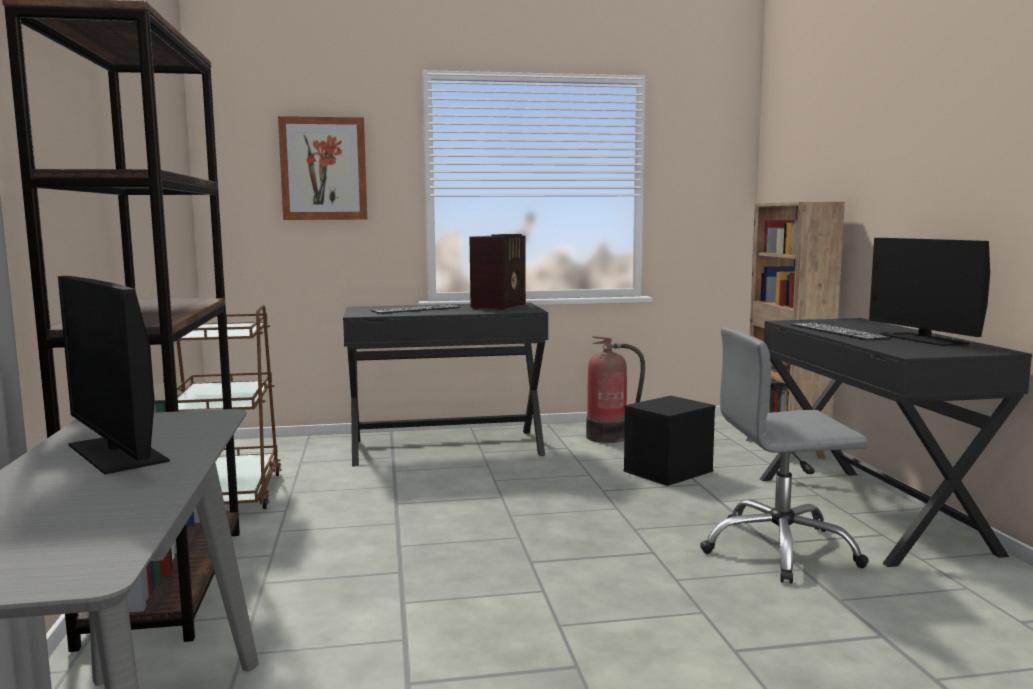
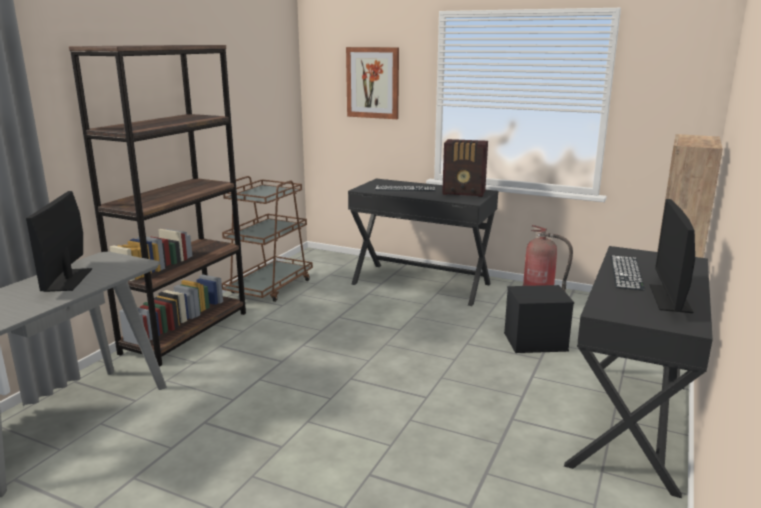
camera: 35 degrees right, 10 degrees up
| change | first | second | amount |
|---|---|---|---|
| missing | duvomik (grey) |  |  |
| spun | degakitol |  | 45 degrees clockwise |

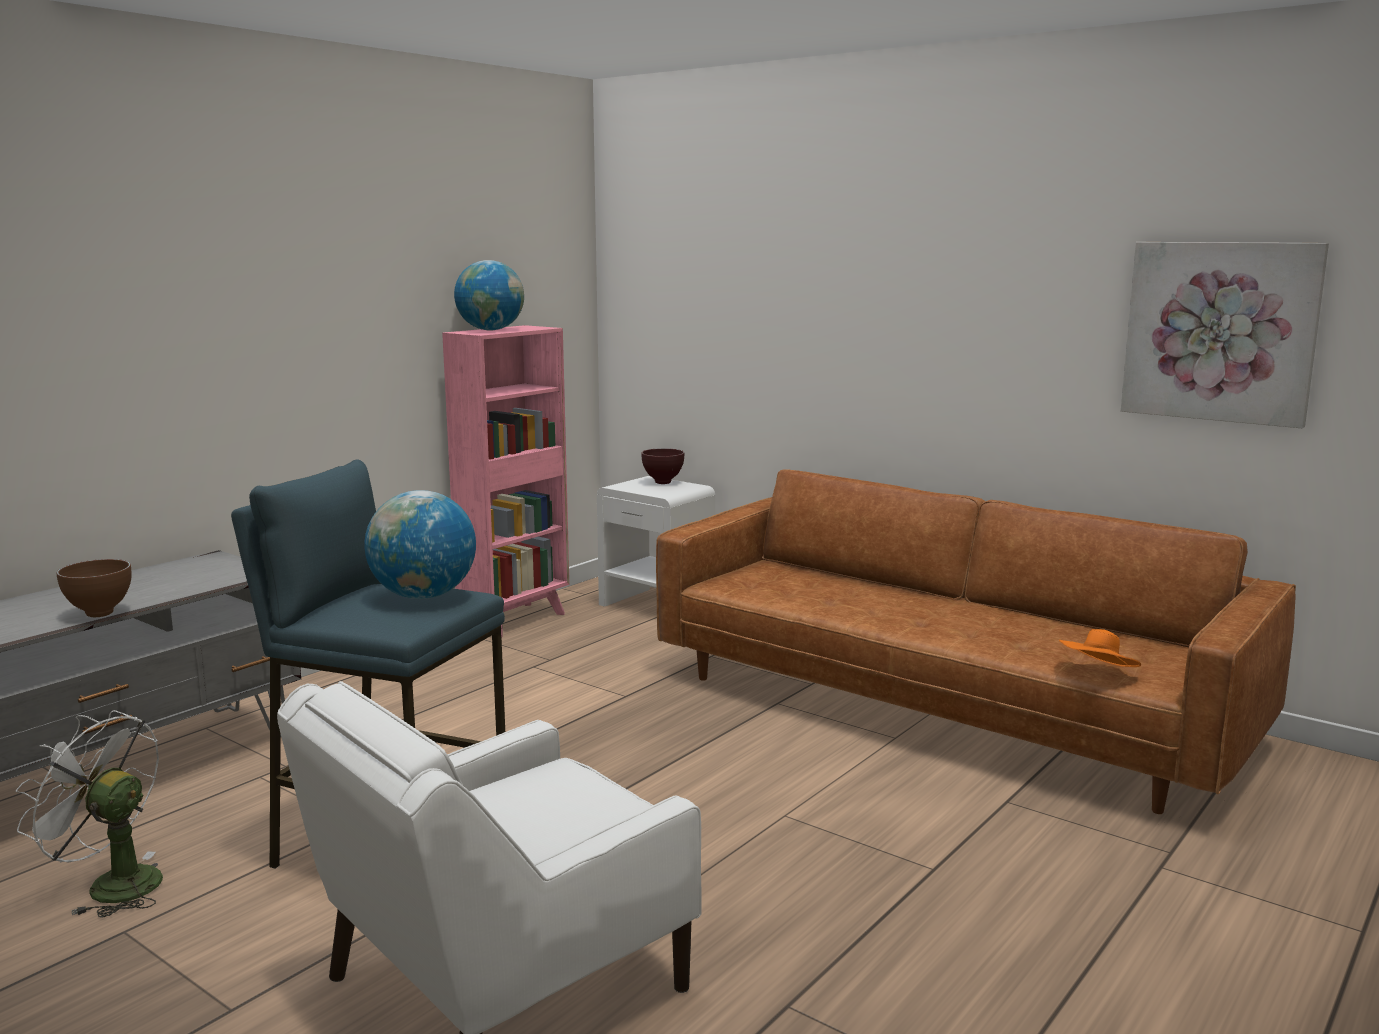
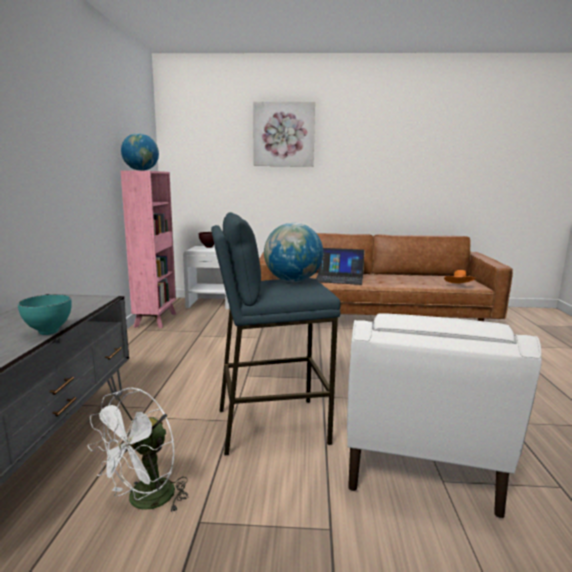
camera: 35 degrees left, 0 degrees up
| change | first | second | amount |
|---|---|---|---|
| appeared |  | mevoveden |  |
| relocated | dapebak |  |  |
| colour | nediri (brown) (no. 1 from left) | nediri (turquoise) |  |
| spun | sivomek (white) |  | 45 degrees counterclockwise |

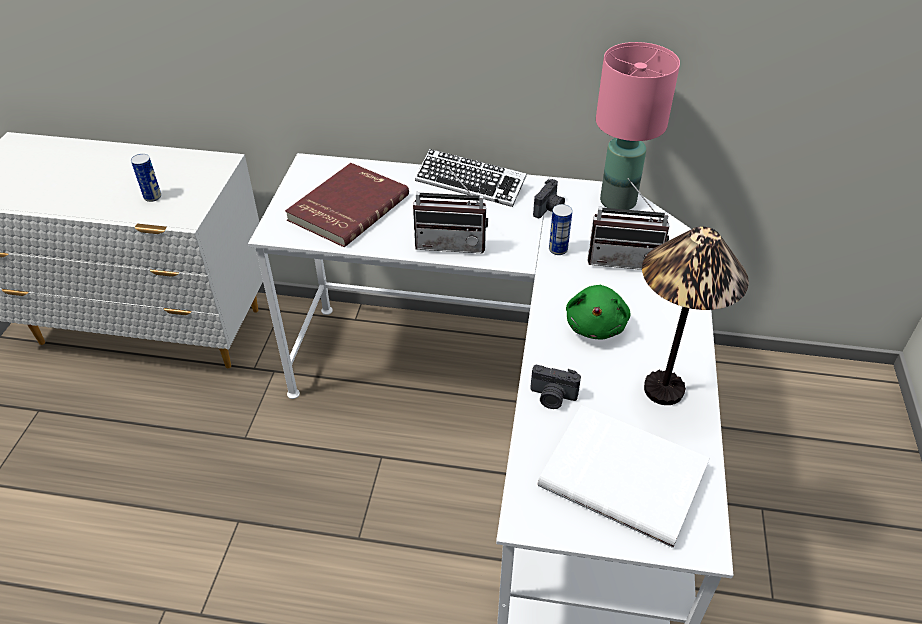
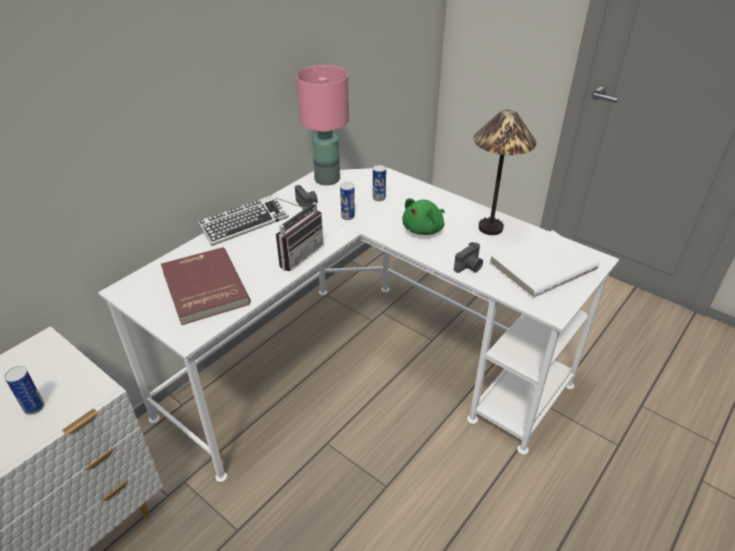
camera: 60 degrees left, 5 degrees down
| change | first | second | amount |
|---|---|---|---|
| exchanged | degakitol (no. 2 from left) | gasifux (no. 3 from left) |  |
| spun | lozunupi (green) |  | 90 degrees clockwise |

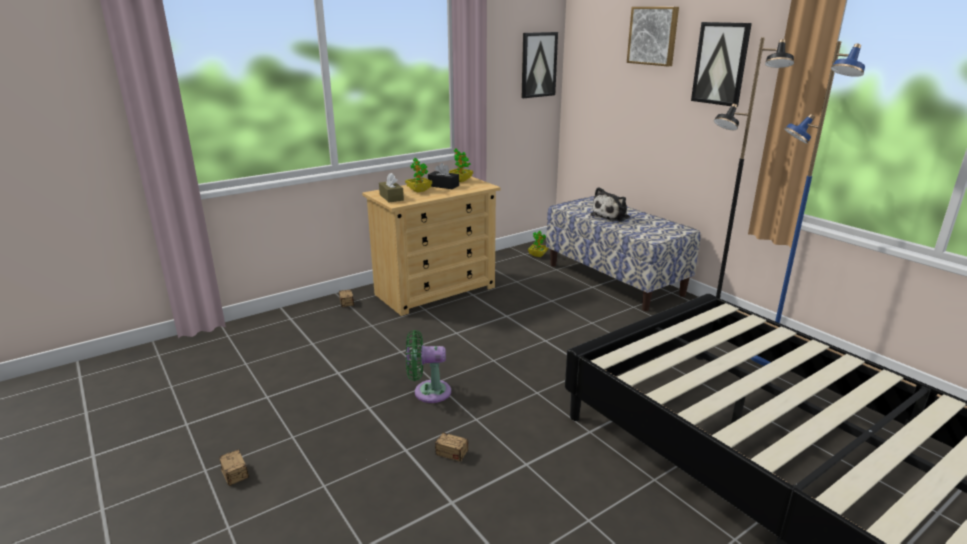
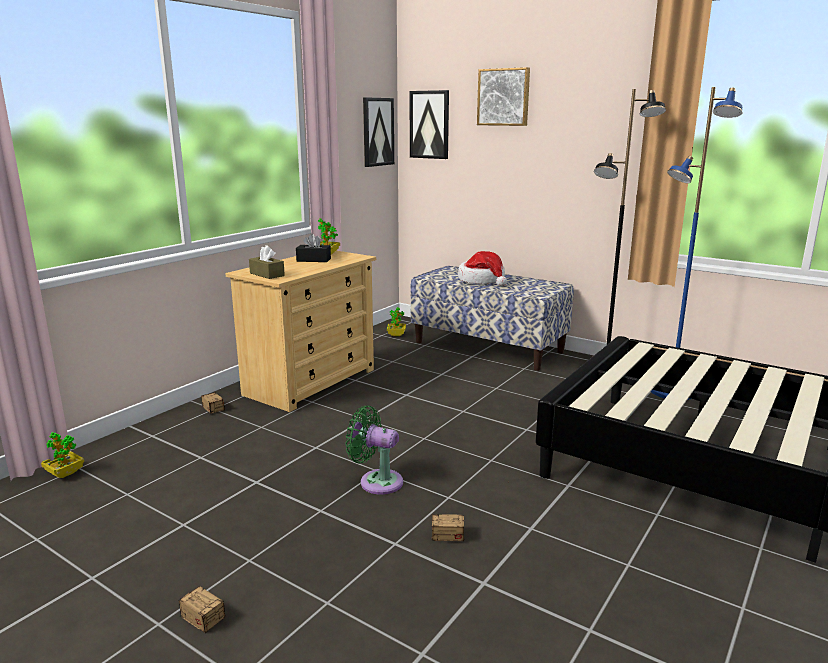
camera: 20 degrees left, 5 degrees down
| change | first | second | amount |
|---|---|---|---|
| relocated | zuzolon (no. 1 from left) |  |  |
| relocated | dapebak (no. 3 from left in the first image) | dapebak (no. 2 from left) |  |
| exchanged | lozunupi | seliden |  |
| spun | sivomek (green) |  | 45 degrees clockwise |

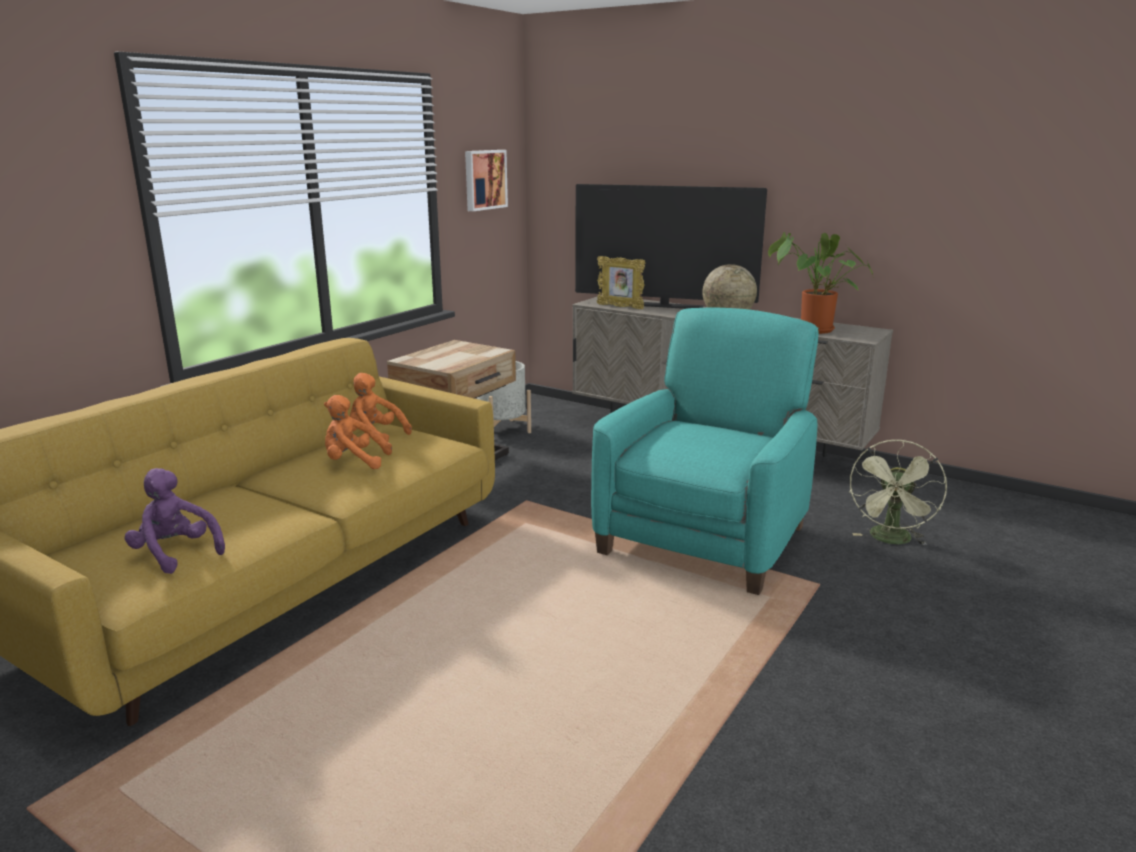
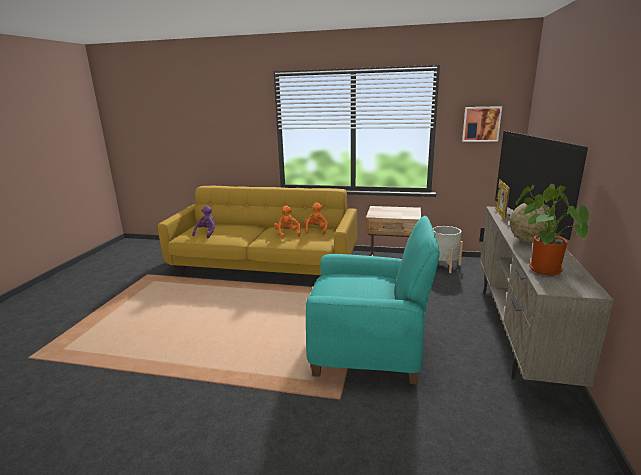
camera: 70 degrees right, 0 degrees up
| change | first | second | amount |
|---|---|---|---|
| missing | sivomek (green) |  |  |

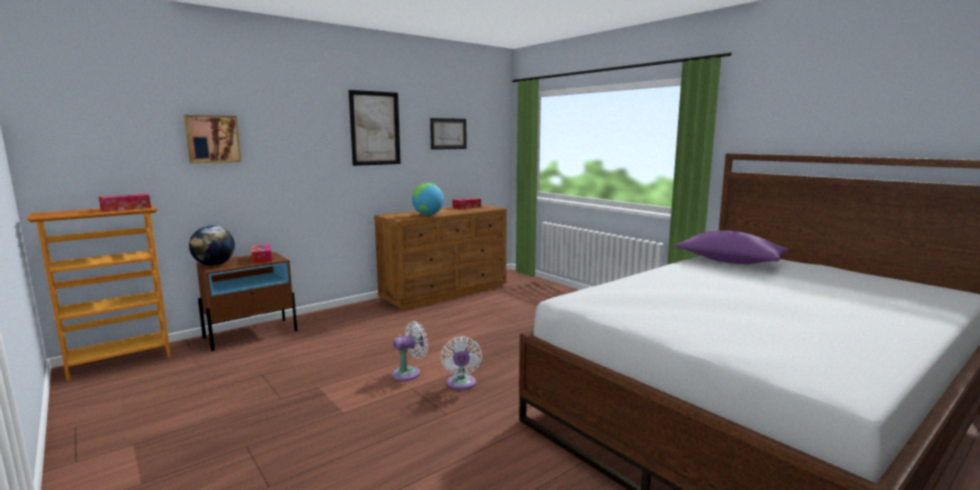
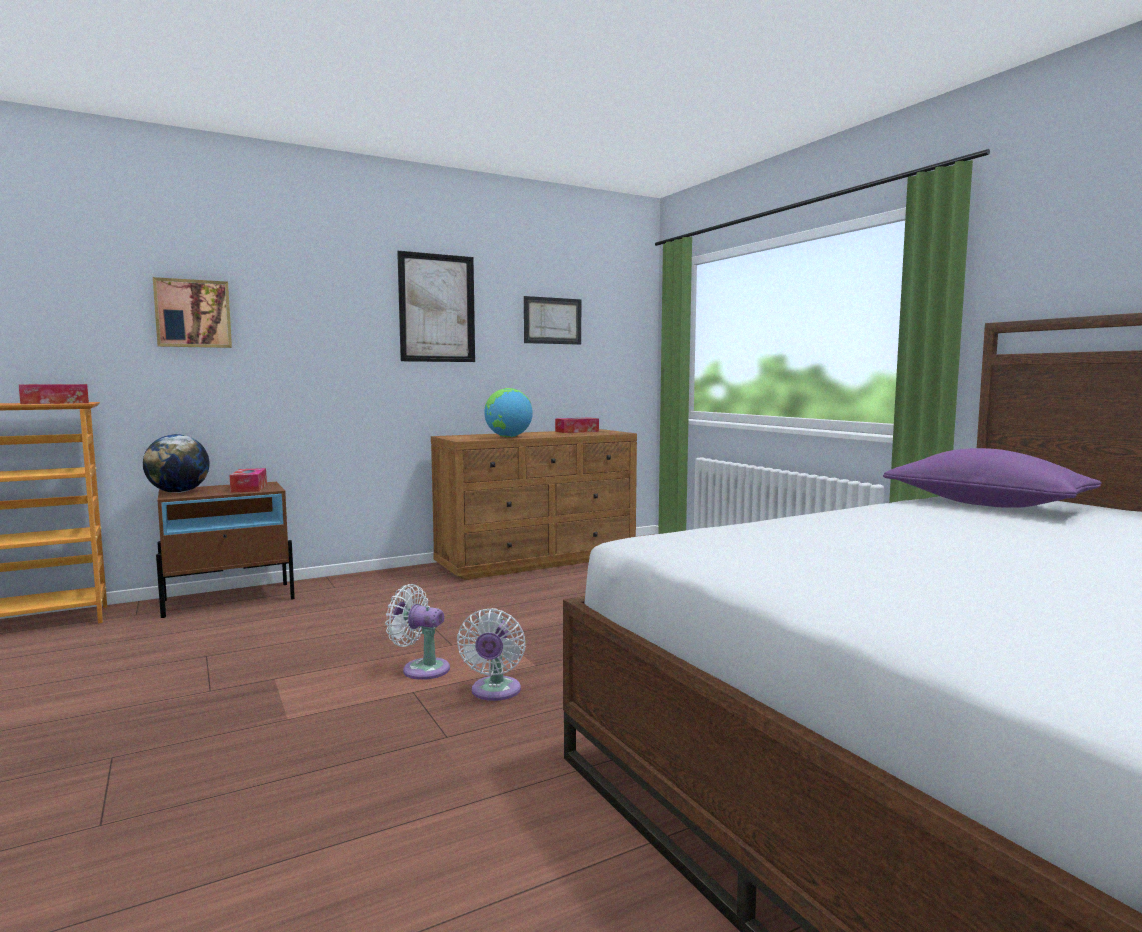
camera: 10 degrees right, 5 degrees down
| change | first | second | amount |
|---|---|---|---|
| spun | sivomek (white) (no. 1 from left) |  | 135 degrees counterclockwise |

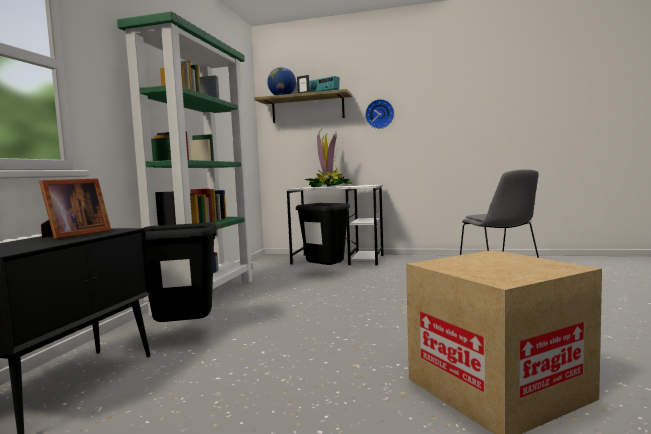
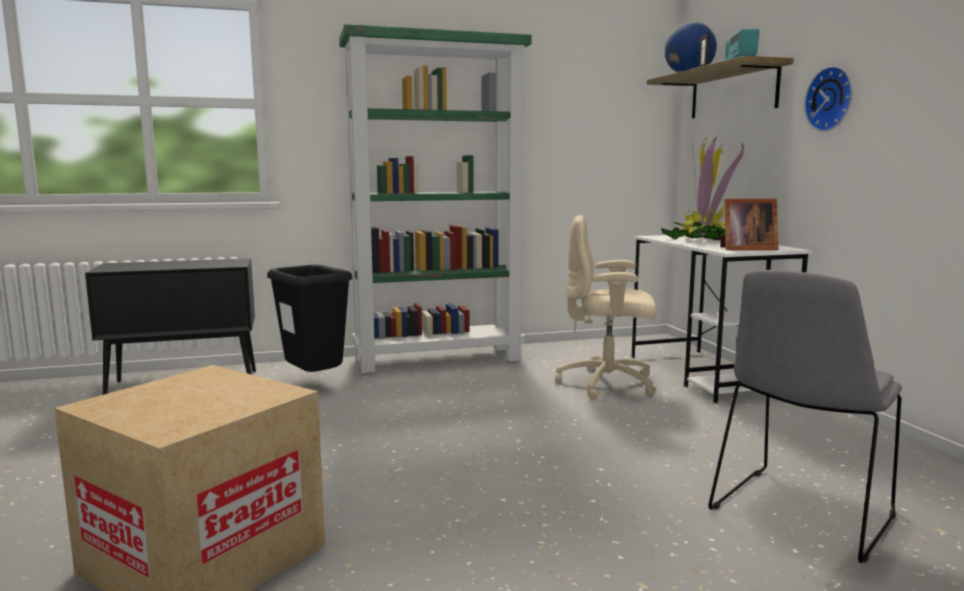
camera: 60 degrees right, 5 degrees up
| change | first | second | amount |
|---|---|---|---|
| relocated | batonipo (no. 1 from left in the first image) | batonipo (no. 2 from left) |  |
| exchanged | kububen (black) (no. 2 from left) | duvomik (beige) |  |

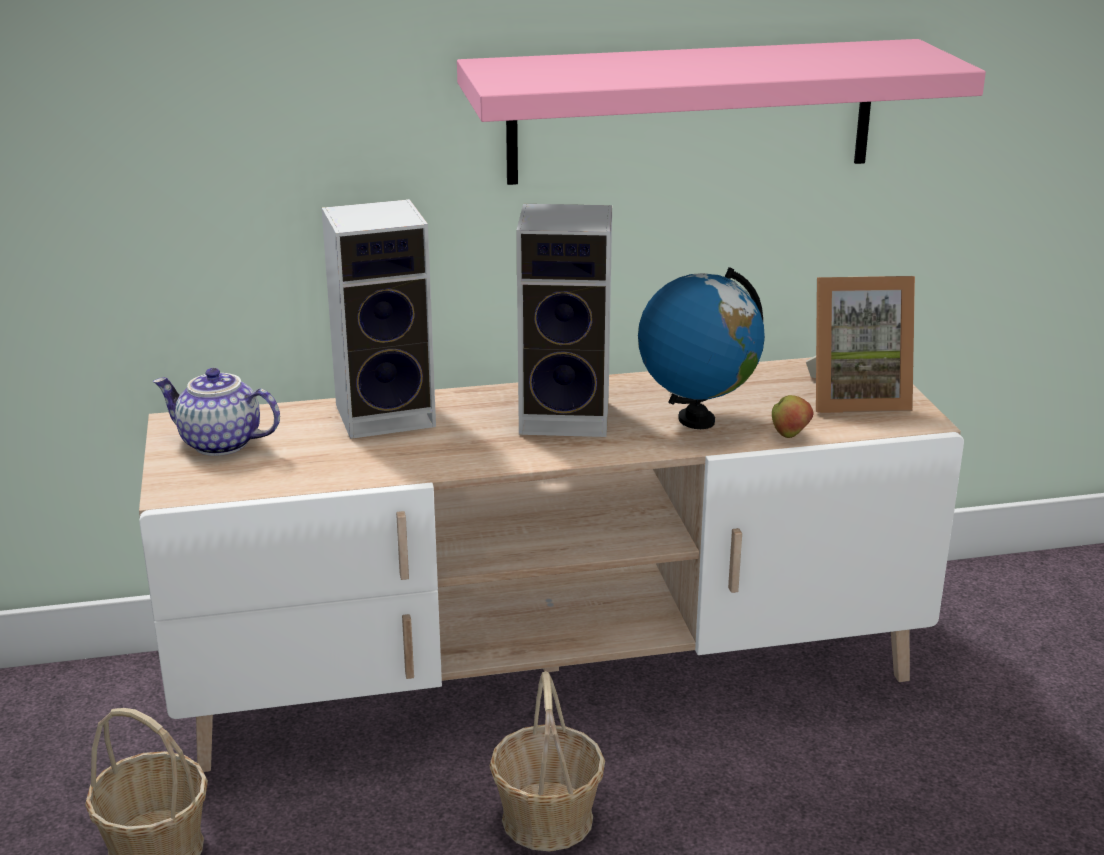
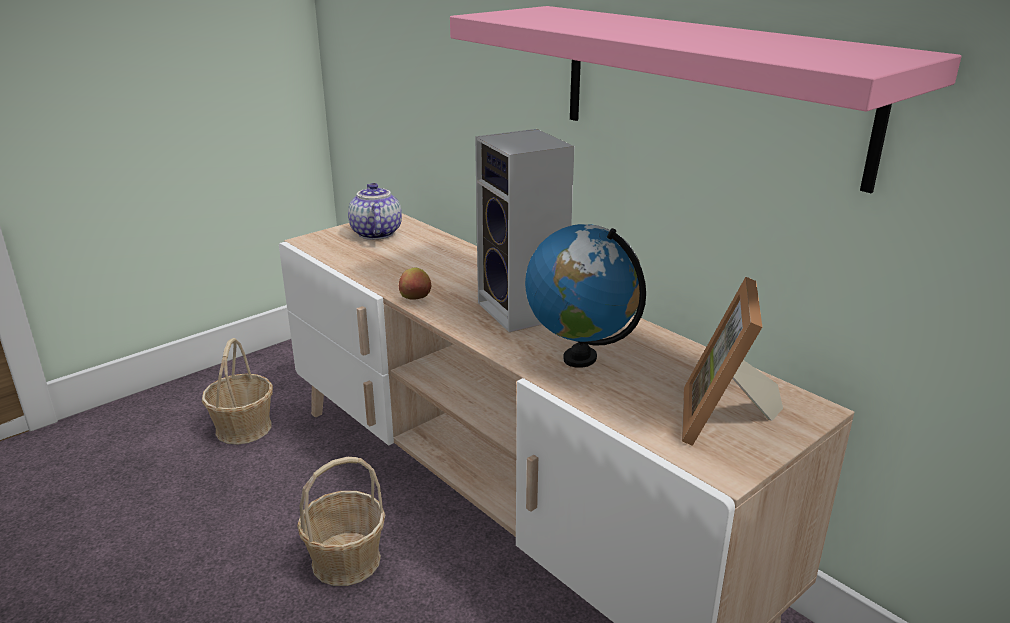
camera: 60 degrees right, 0 degrees up
| change | first | second | amount |
|---|---|---|---|
| missing | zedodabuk (no. 1 from left) |  |  |
| relocated | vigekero |  |  |
| spun | batonipo |  | 45 degrees clockwise |

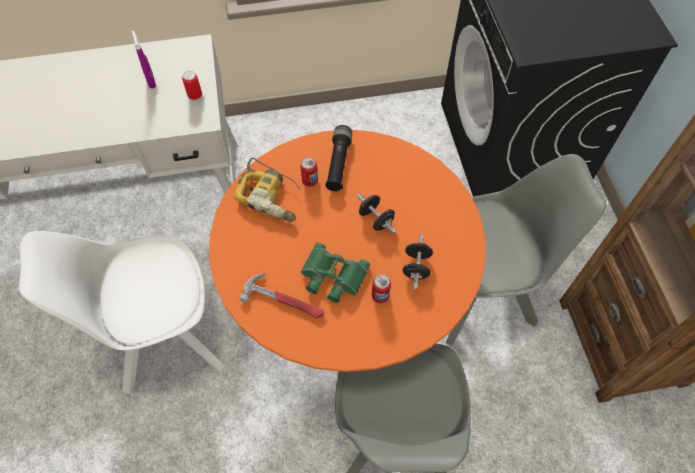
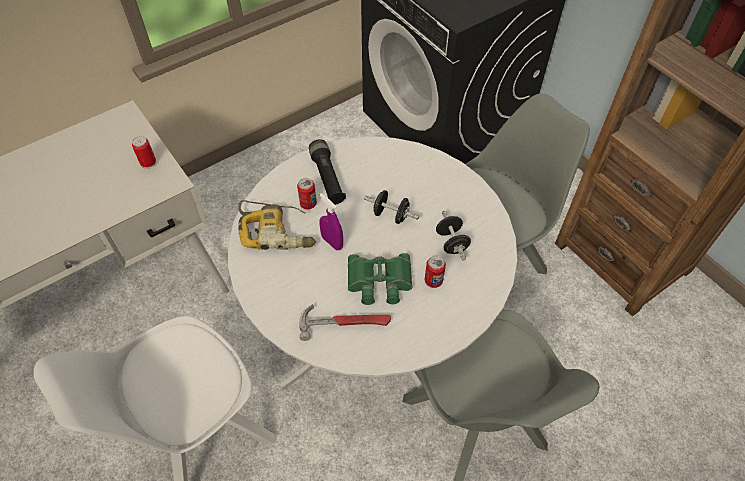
camera: 25 degrees left, 5 degrees down
| change | first | second | amount |
|---|---|---|---|
| relocated | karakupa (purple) |  |  |
| colour | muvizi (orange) | muvizi (white) |  |

